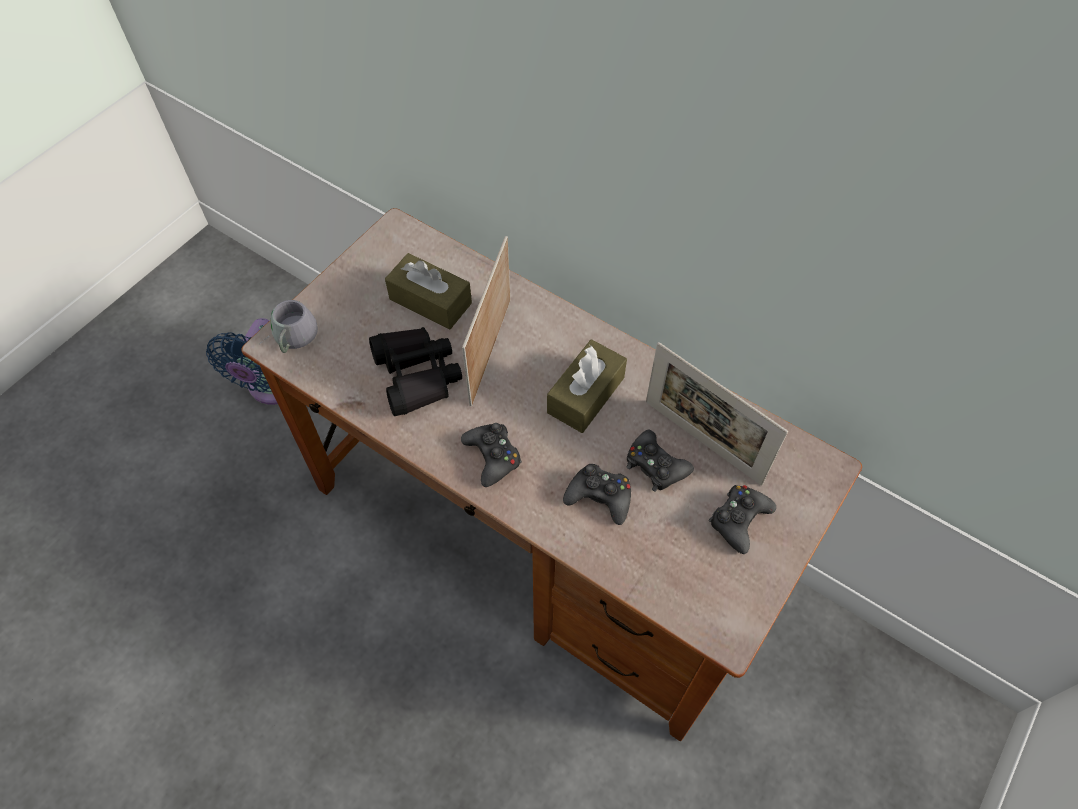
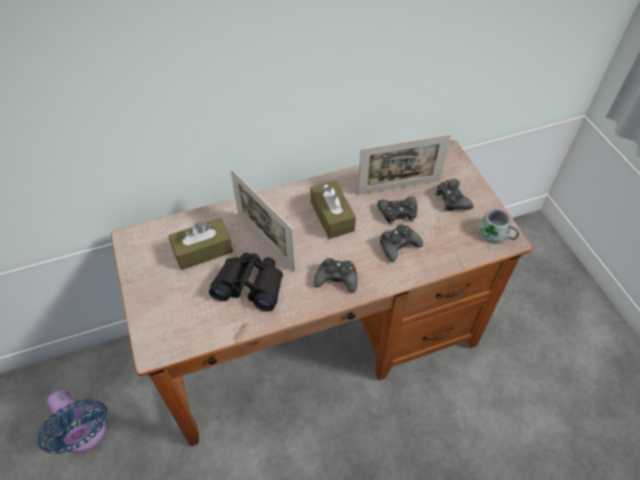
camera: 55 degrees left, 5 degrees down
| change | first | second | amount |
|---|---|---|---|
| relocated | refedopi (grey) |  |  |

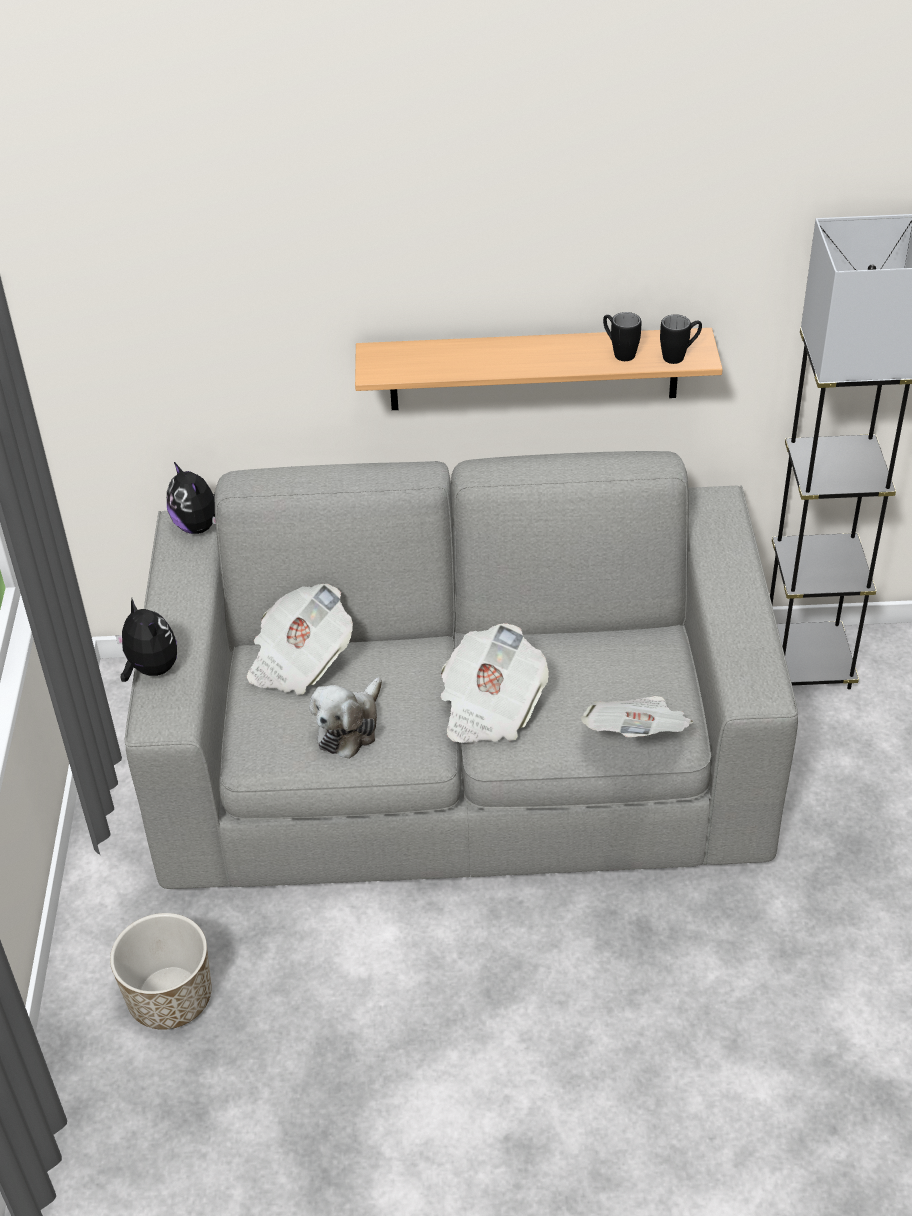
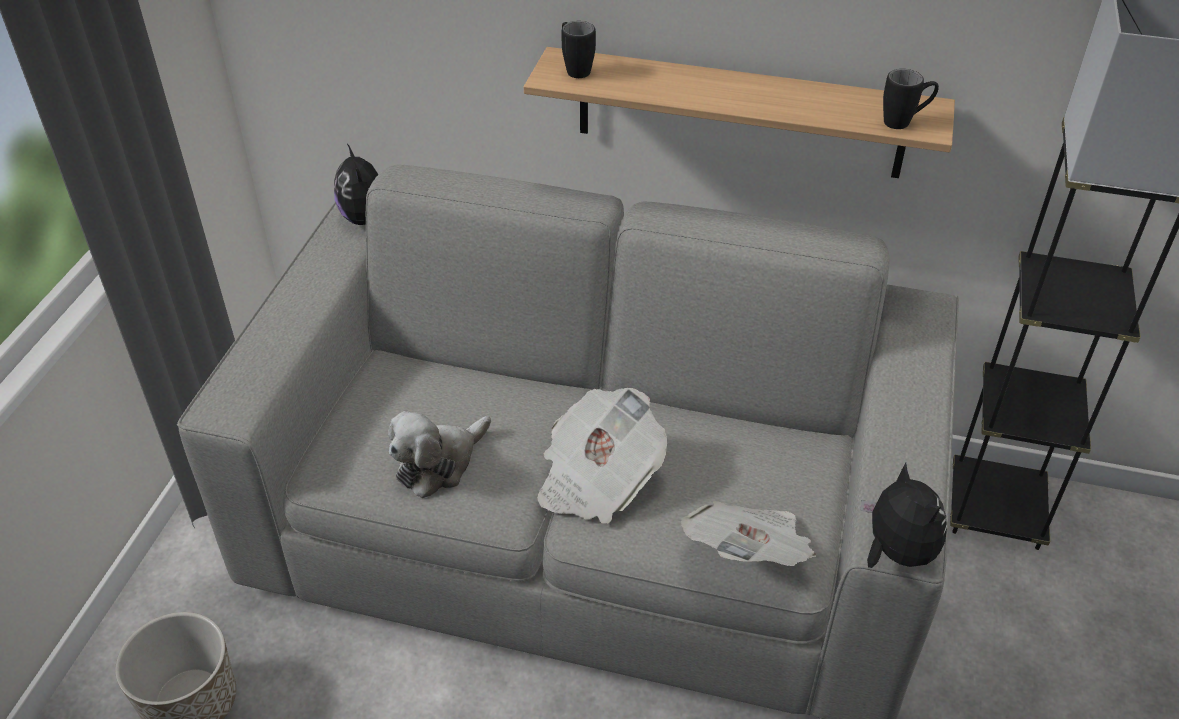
camera: 15 degrees right, 0 degrees up
| change | first | second | amount |
|---|---|---|---|
| missing | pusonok (no. 1 from left) |  |  |
| relocated | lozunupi (no. 1 from left in the first image) | lozunupi (no. 3 from left) |  |
| relocated | refedopi (black) (no. 1 from left) |  |  |

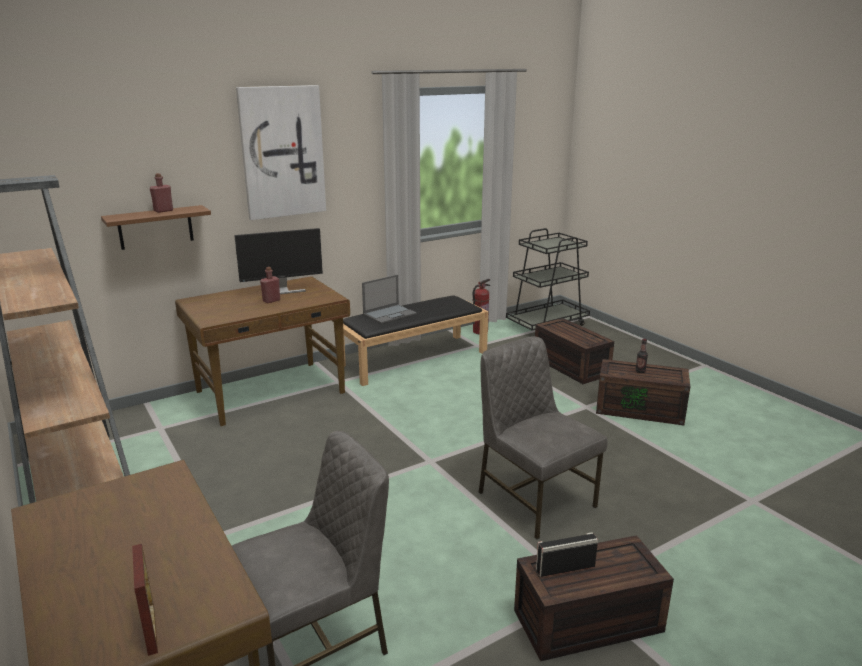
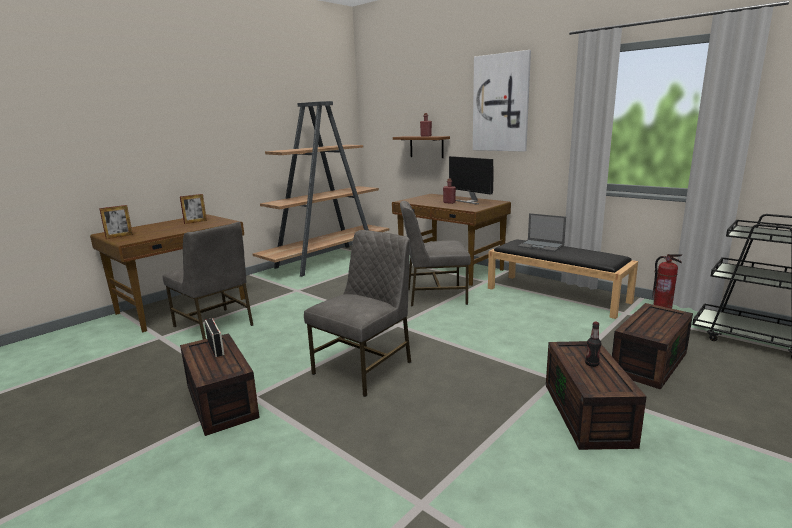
camera: 75 degrees right, 5 degrees down
| change | first | second | amount |
|---|---|---|---|
| appeared |  | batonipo (no. 2 from left) |  |
| appeared |  | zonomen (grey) (no. 3 from left) |  |

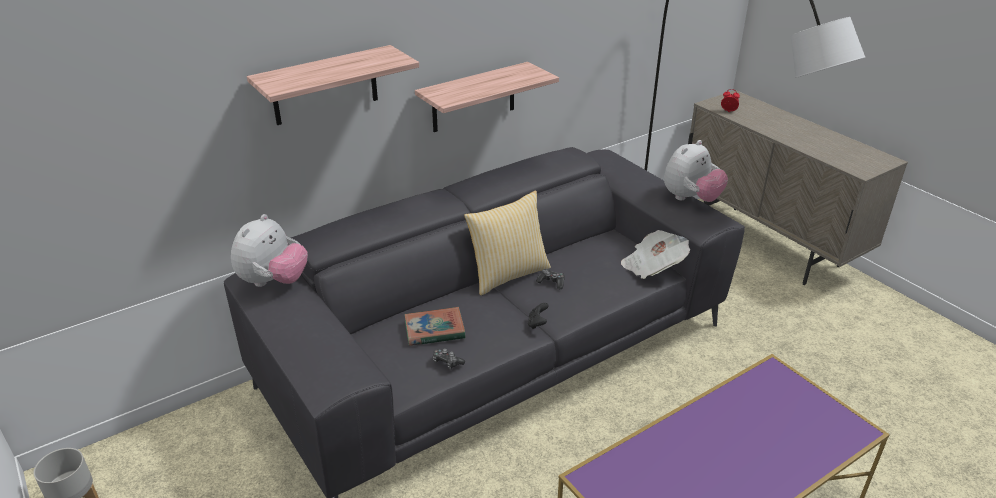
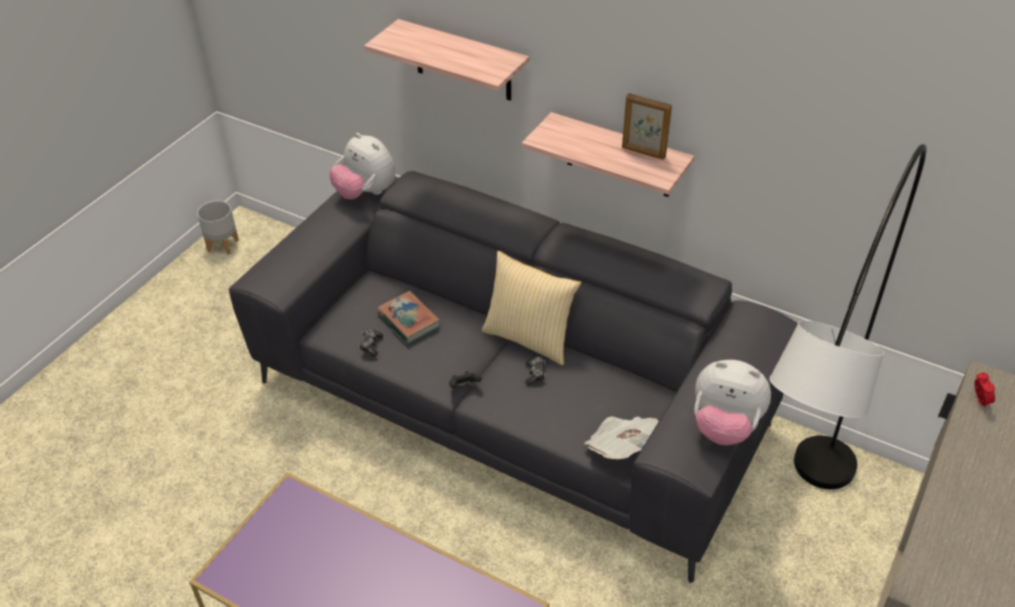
camera: 65 degrees right, 10 degrees up
| change | first | second | amount |
|---|---|---|---|
| appeared |  | batonipo |  |
| spun | lozunupi (no. 1 from left) |  | 45 degrees clockwise |

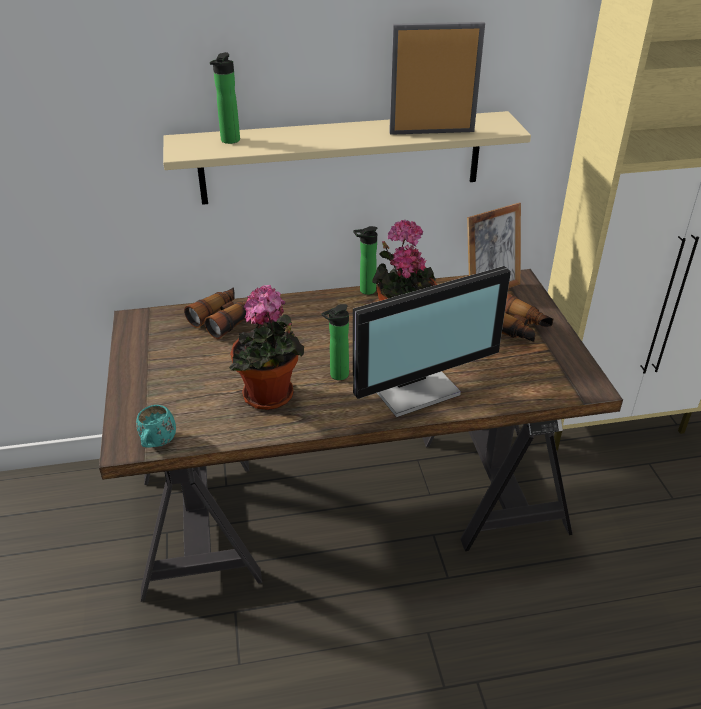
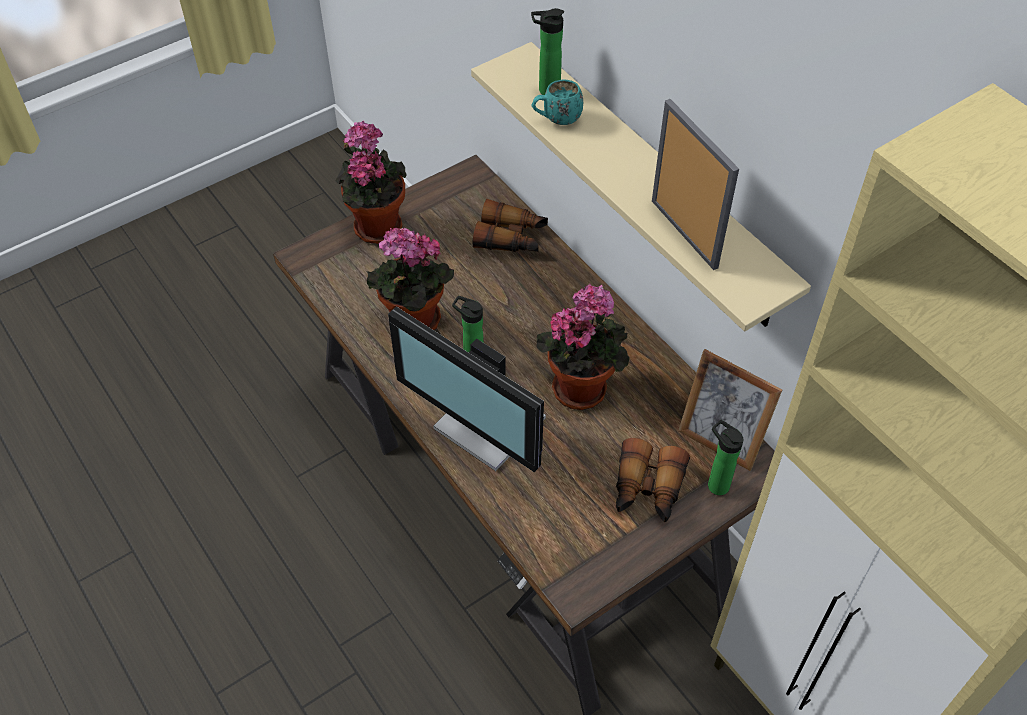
camera: 65 degrees right, 15 degrees up
| change | first | second | amount |
|---|---|---|---|
| appeared |  | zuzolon (no. 1 from left) |  |
| relocated | refedopi (turquoise) |  |  |
| relocated | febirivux (no. 3 from left) |  |  |

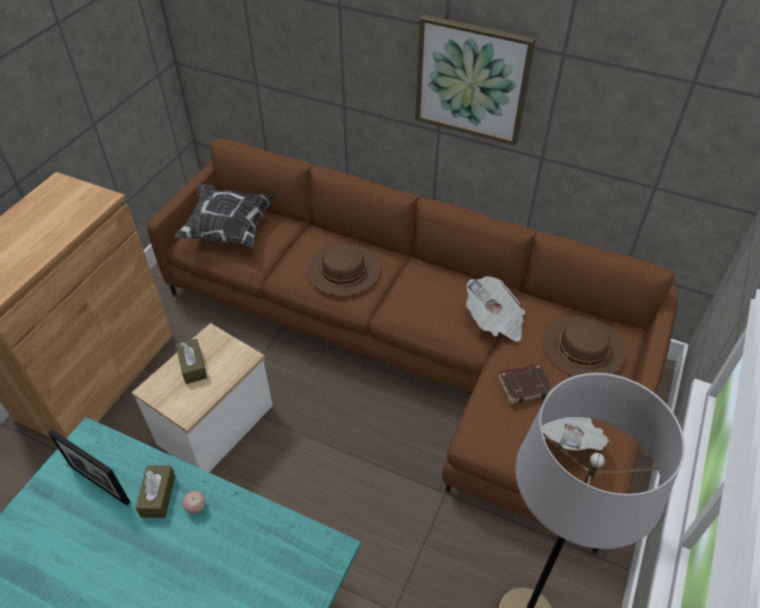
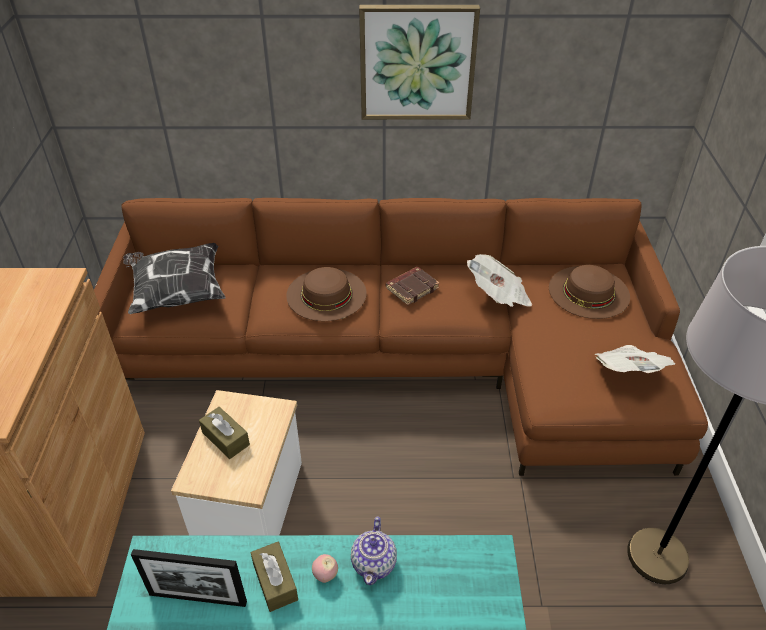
camera: 25 degrees left, 5 degrees down
| change | first | second | amount |
|---|---|---|---|
| appeared |  | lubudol |  |
| relocated | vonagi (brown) |  |  |

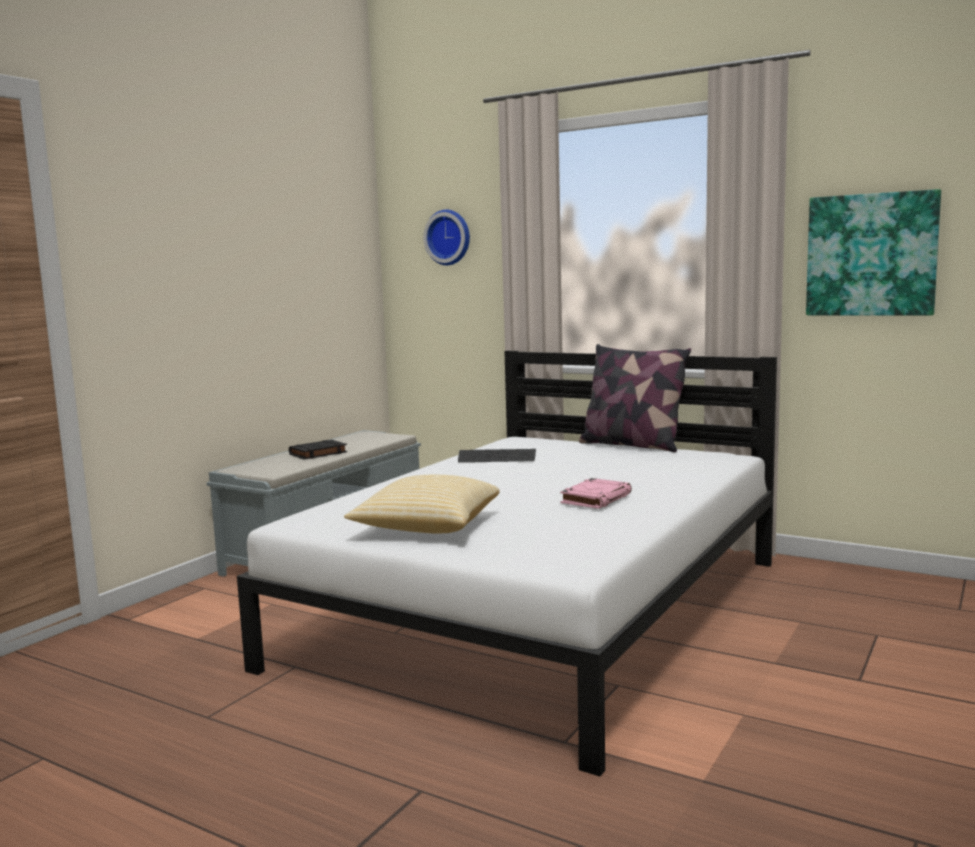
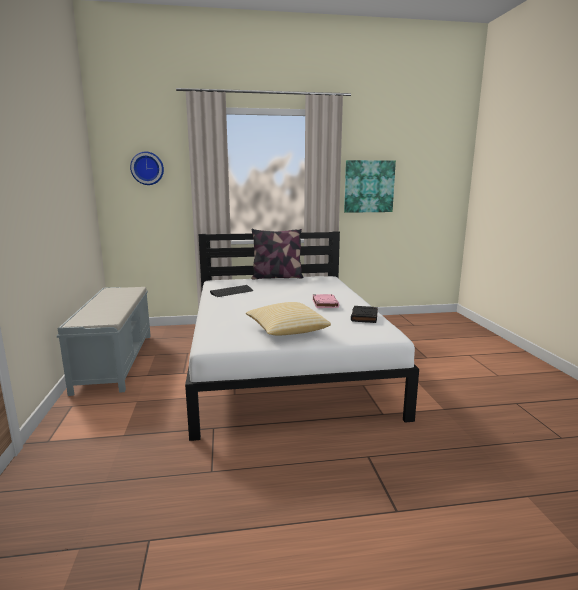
camera: 40 degrees left, 5 degrees up
| change | first | second | amount |
|---|---|---|---|
| relocated | vonagi (black) |  |  |

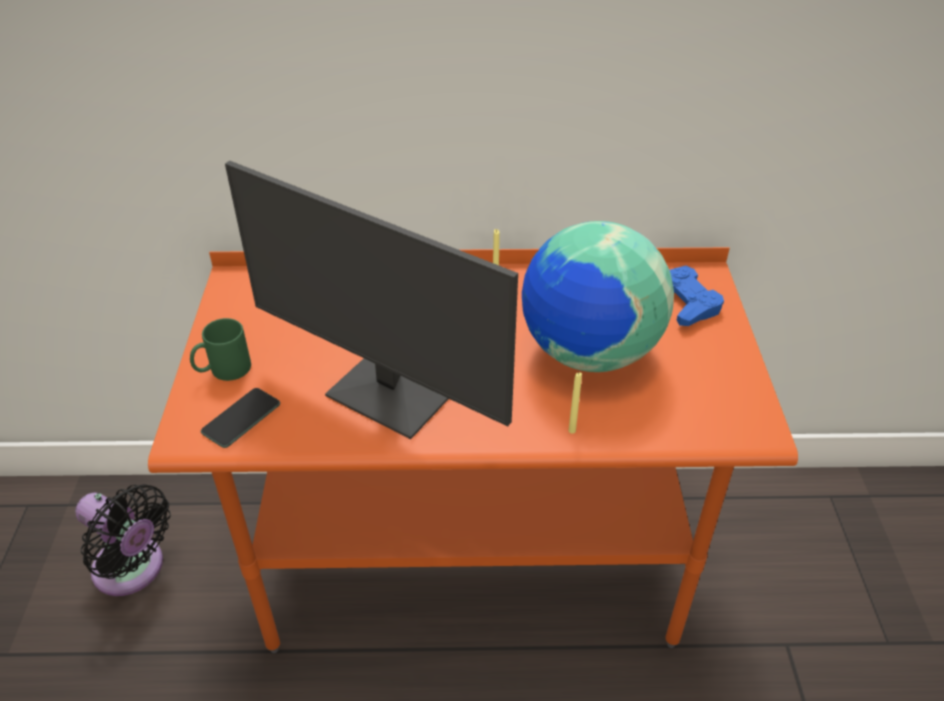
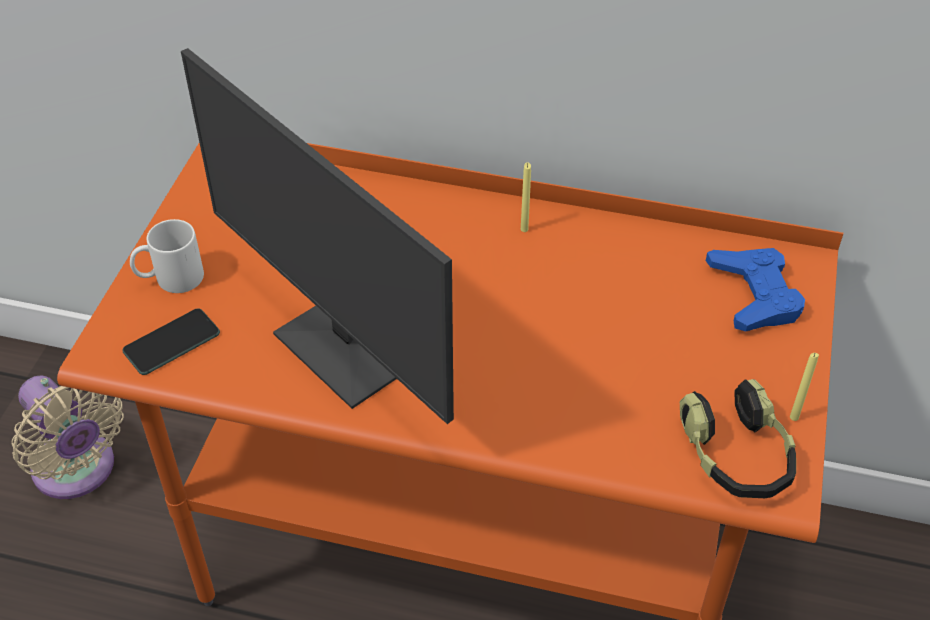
camera: 15 degrees right, 5 degrees up
| change | first | second | amount |
|---|---|---|---|
| missing | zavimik |  |  |
| appeared |  | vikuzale |  |
| relocated | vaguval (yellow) (no. 2 from left) |  |  |
| colour | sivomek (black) | sivomek (beige) |  |
| colour | refedopi (green) | refedopi (white) |  |

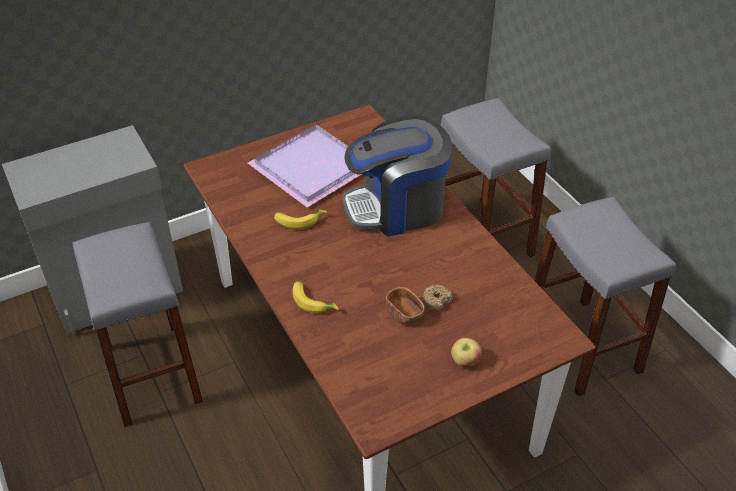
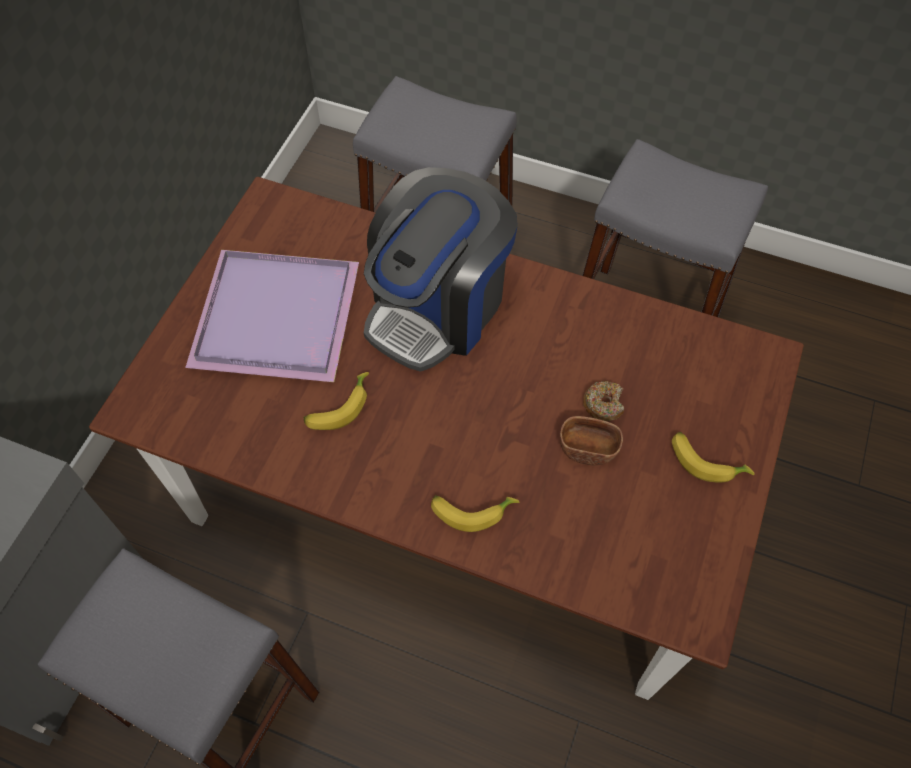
camera: 40 degrees left, 15 degrees up
| change | first | second | amount |
|---|---|---|---|
| exchanged | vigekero | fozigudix (no. 3 from left) |  |

